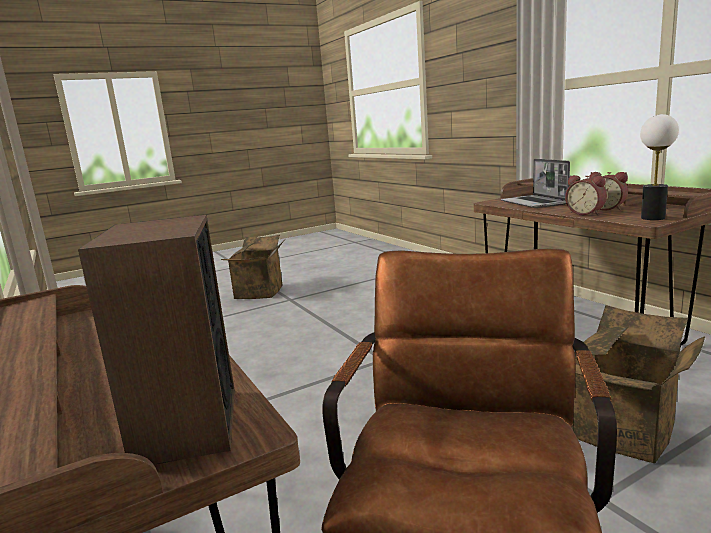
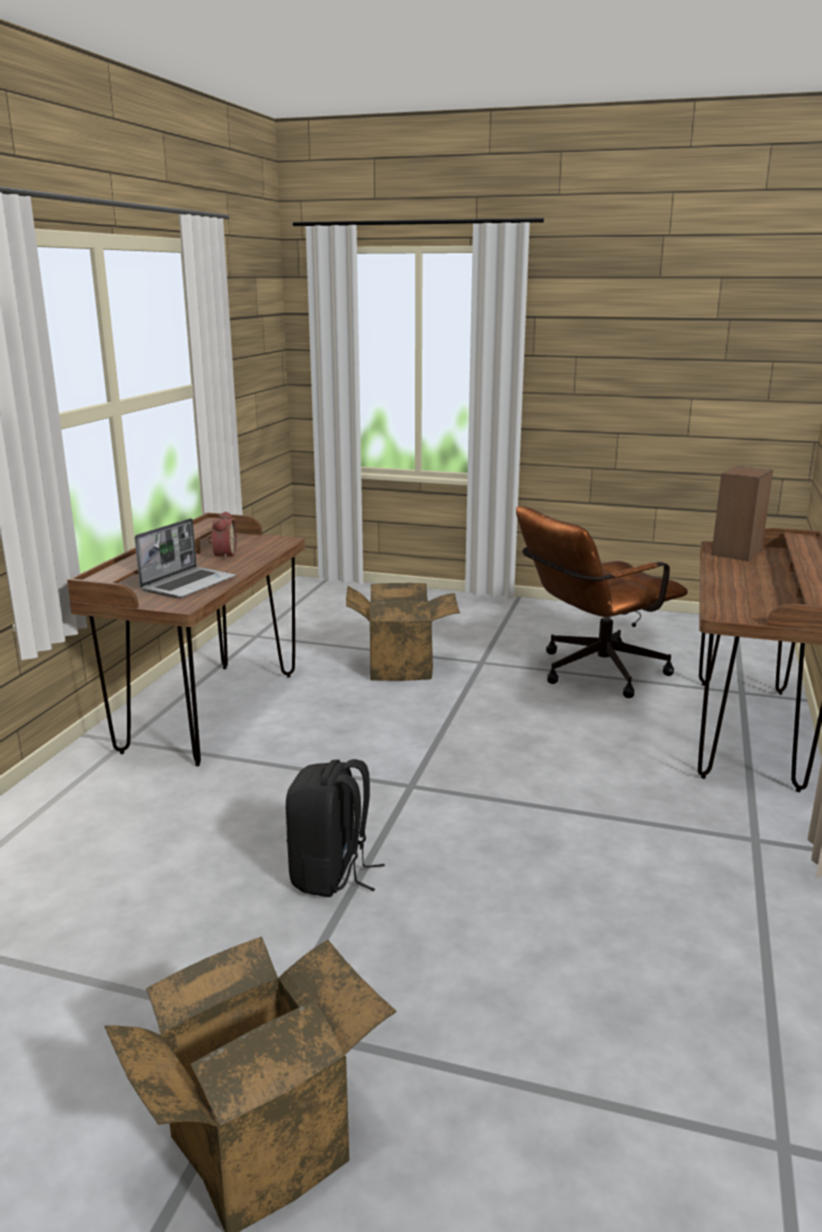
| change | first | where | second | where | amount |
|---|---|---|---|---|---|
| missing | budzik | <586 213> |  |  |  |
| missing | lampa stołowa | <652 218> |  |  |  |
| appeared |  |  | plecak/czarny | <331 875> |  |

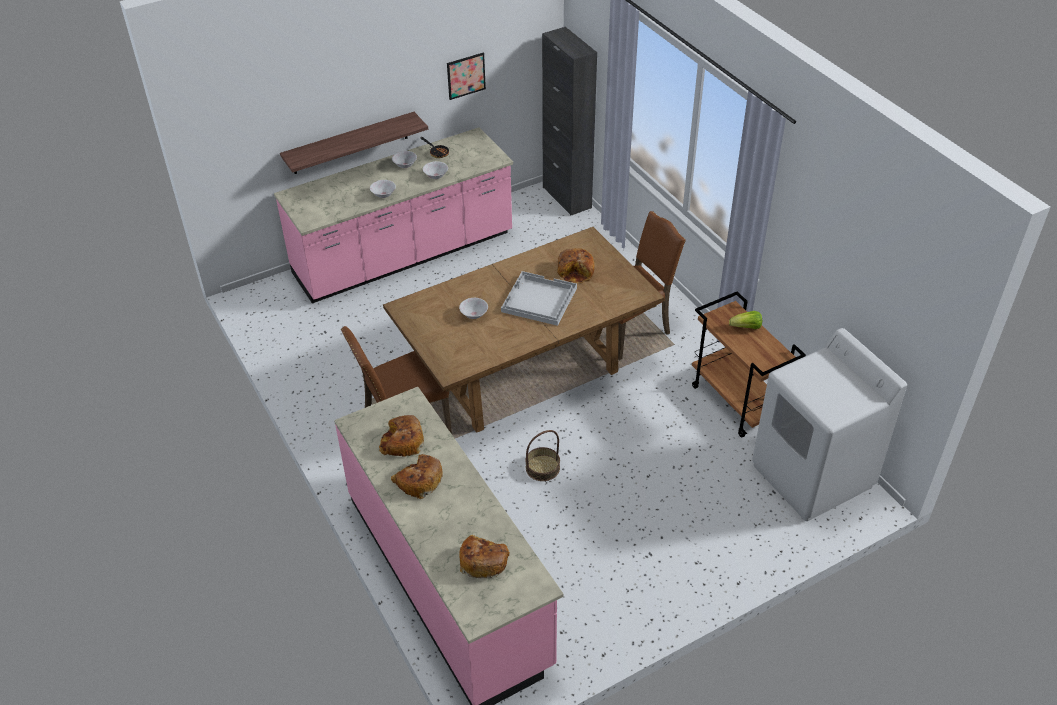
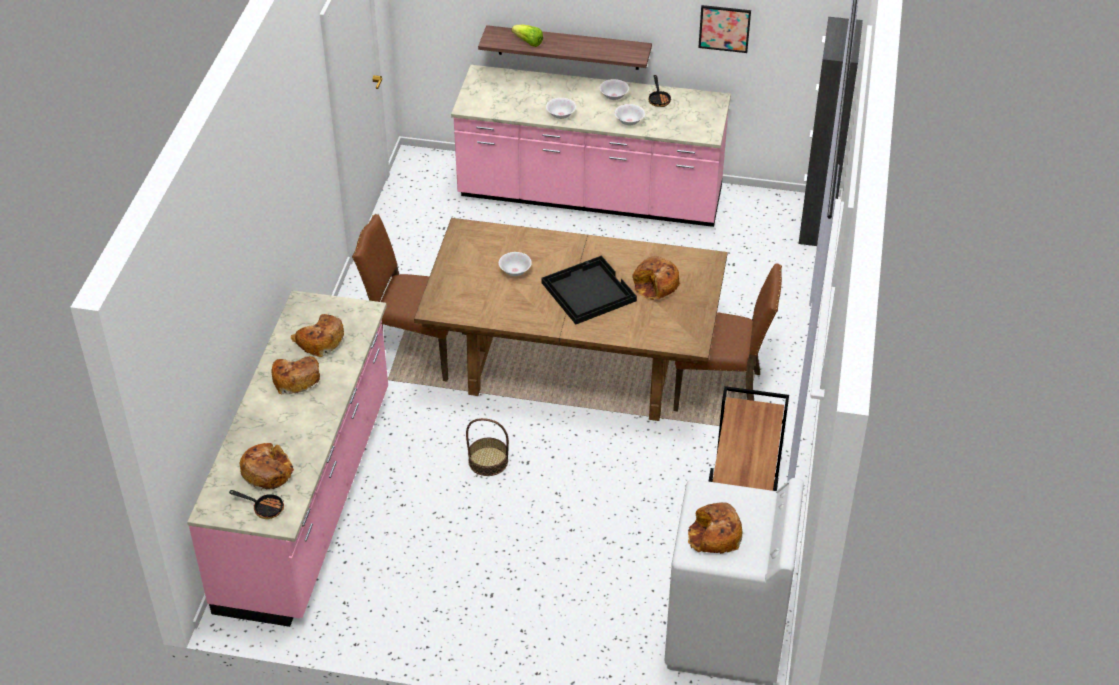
| change | first | where | second | where | amount |
|---|---|---|---|---|---|
| colour | taca/biały | <538 300> | taca/czarny | <587 291> |  |
| relocated | sałata | <746 327> |  | <528 42> |  |
| appeared |  |  | patelnia | <264 508> |  |
| appeared |  |  | chleb | <714 535> |  |

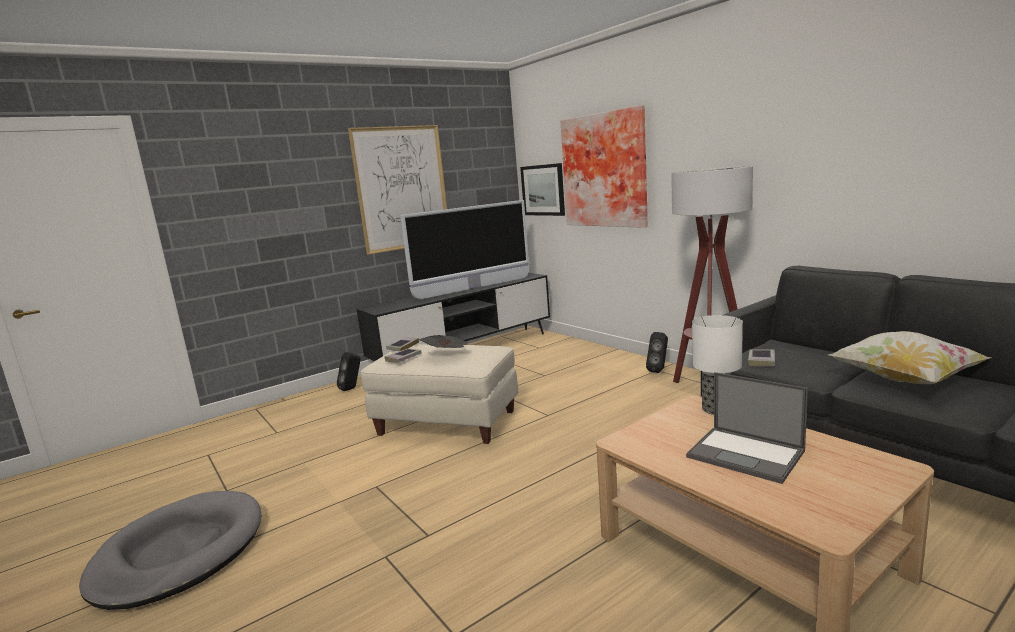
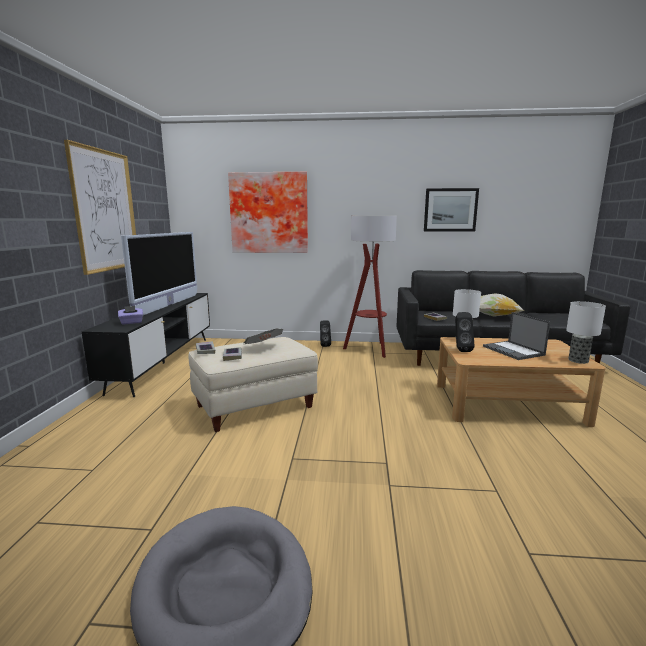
| change | first | where | second | where | amount |
|---|---|---|---|---|---|
| relocated | głośnik/czarny | <352 388> |  | <460 350> |  |
| relocated | obraz | <543 190> |  | <450 210> |  |
| spun | laptop | <747 454> |  | <514 351> | 75 degrees clockwise |
| appeared |  |  | pudełko chusteczek/fioletowy | <131 322> |  |
| appeared |  |  | lampa stołowa | <579 360> |  |

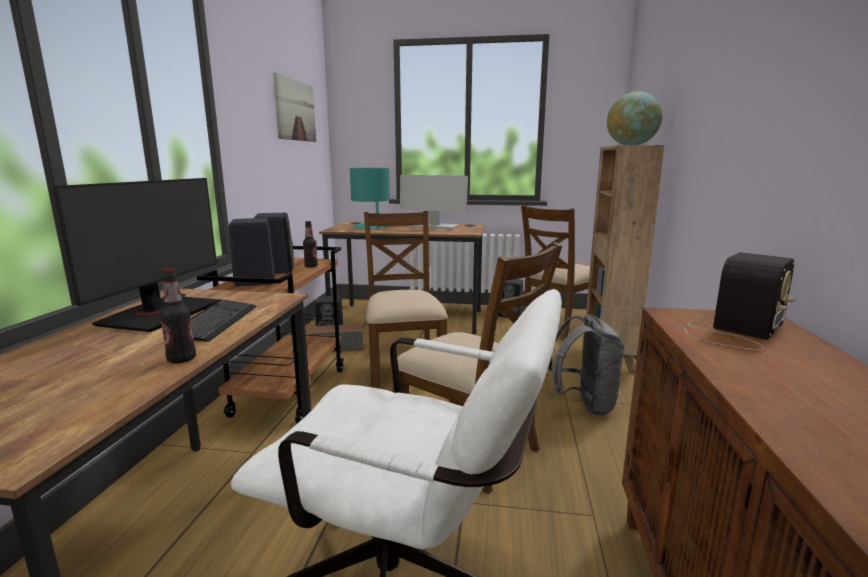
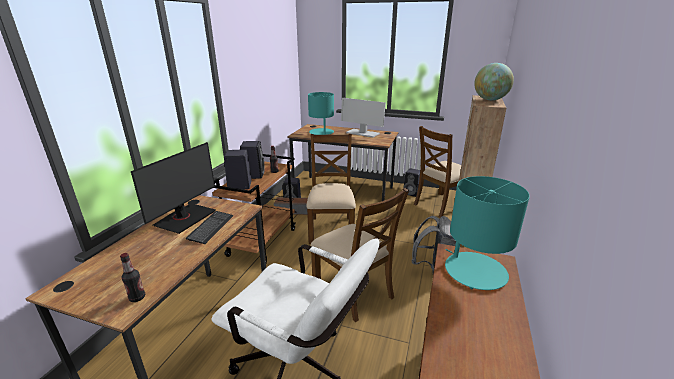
| change | first | where | second | where | amount |
|---|---|---|---|---|---|
| relocated | butelka | <181 359> |  | <137 298> |  |
| missing | obraz | <295 110> |  |  |  |
| exchanged | radio | <734 330> | lampa stołowa/turkusowy | <474 271> |  |

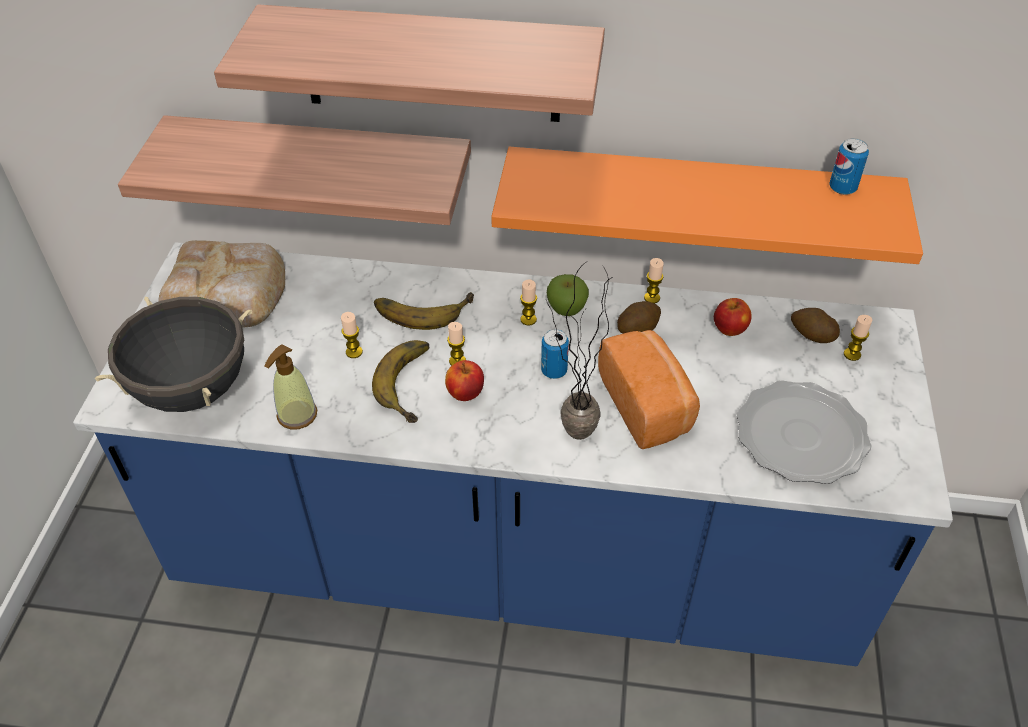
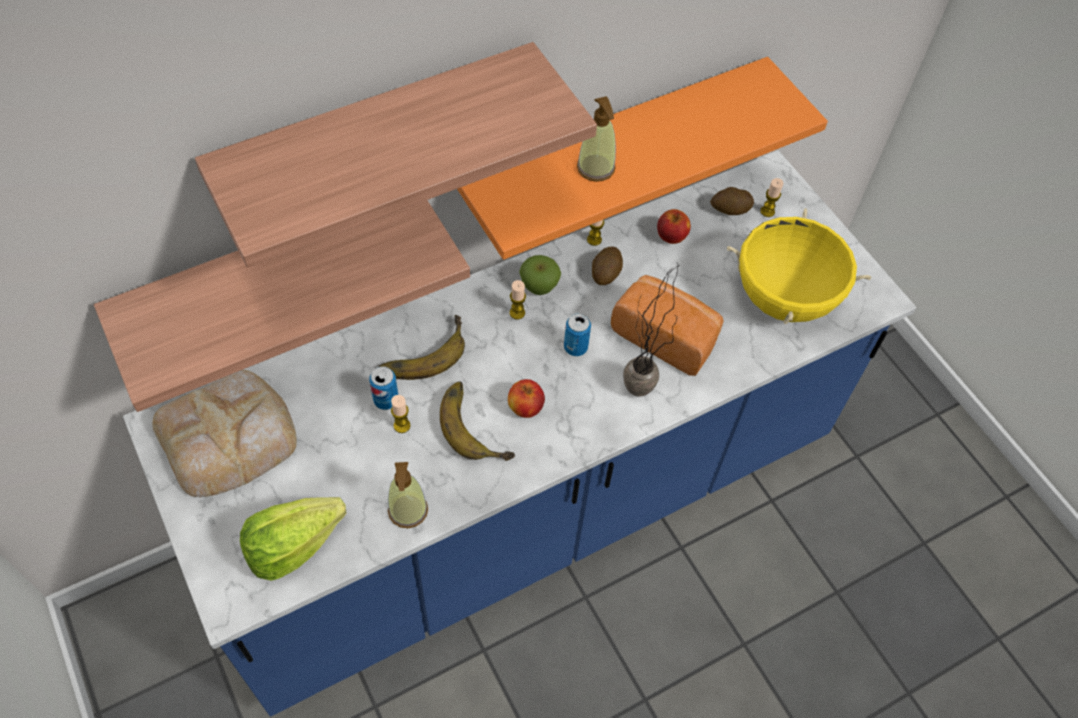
| change | first | where | second | where | amount |
|---|---|---|---|---|---|
| exchanged | garnek/czarny | <192 389> | sałata | <293 546> |  |
| missing | świeca | <457 361> |  |  |  |
| exchanged | talerz | <800 435> | garnek/żółty | <783 298> |  |
| relocated | puszka | <842 188> |  | <386 400> |  |
| appeared |  |  | dozownik mydła | <596 168> |  |

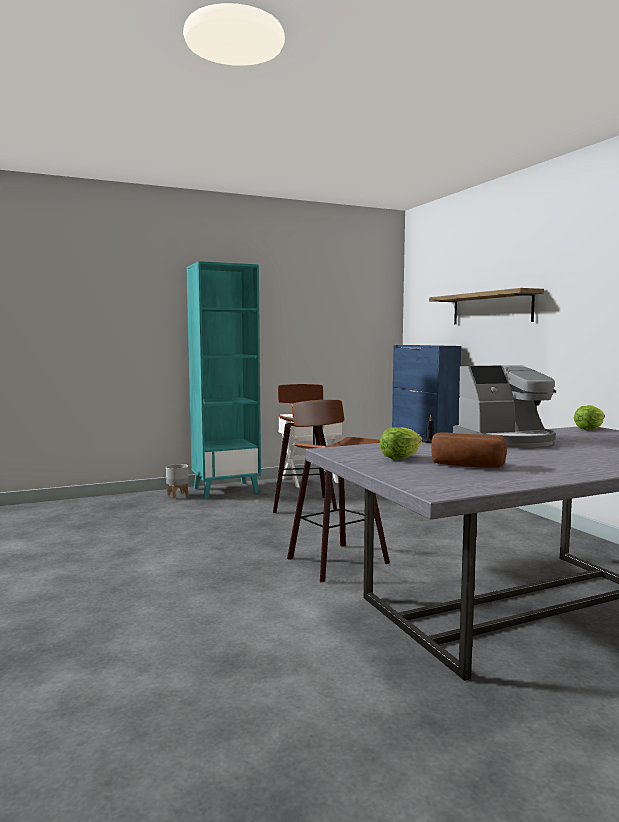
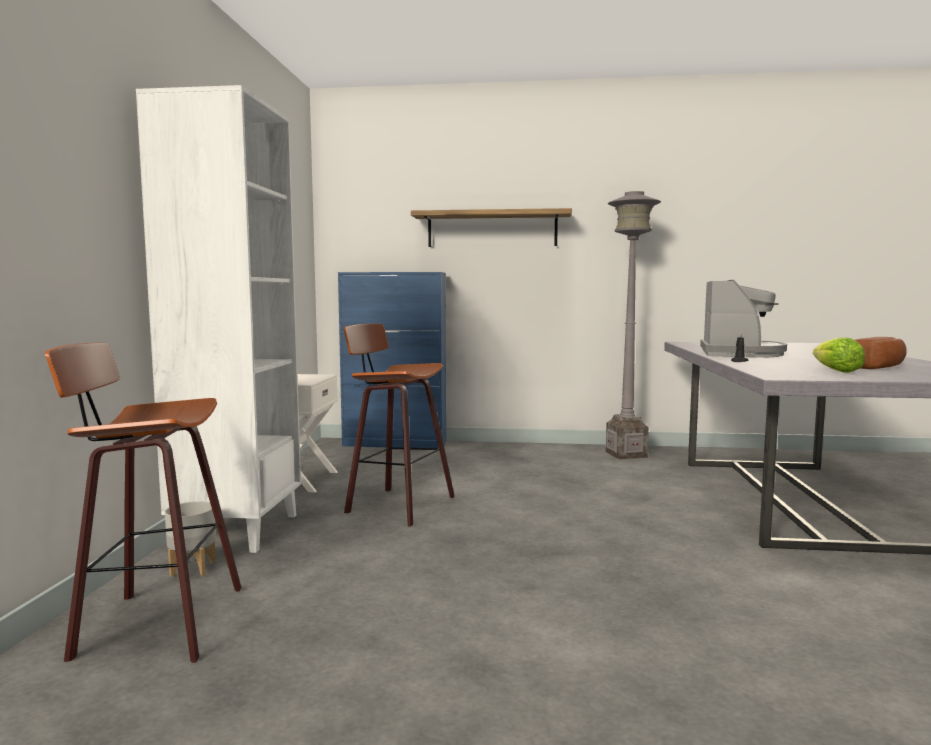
| change | first | where | second | where | amount |
|---|---|---|---|---|---|
| colour | regał/turkusowy | <226 490> | regał/biały | <237 530> |  |
| relocated | stołek | <333 560> |  | <154 623> |  |
| missing | sałata | <589 429> |  |  |  |
| appeared |  |  | lampa stojąca/szary | <626 454> |  |

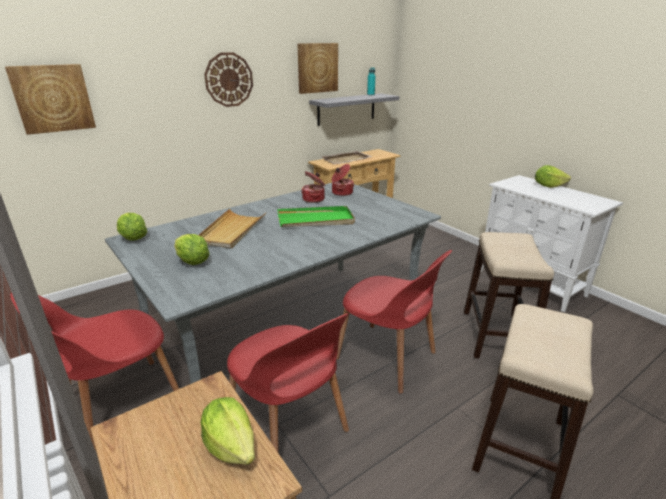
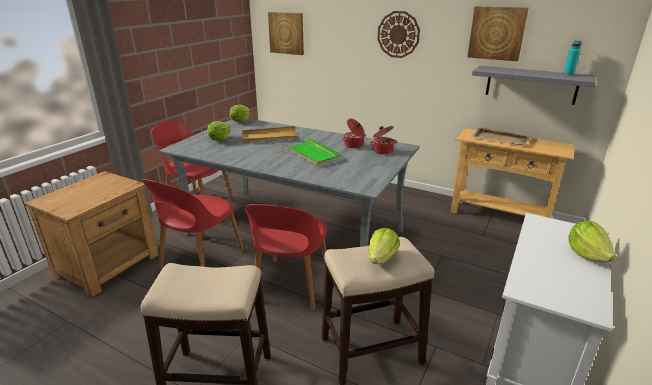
| change | first | where | second | where | amount |
|---|---|---|---|---|---|
| relocated | sałata | <231 445> |  | <382 258> |  |

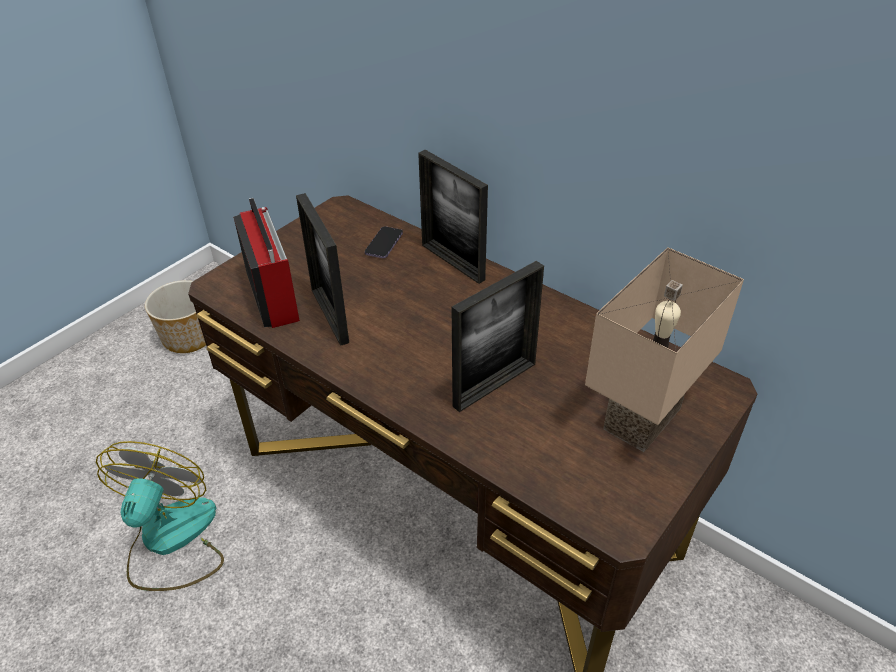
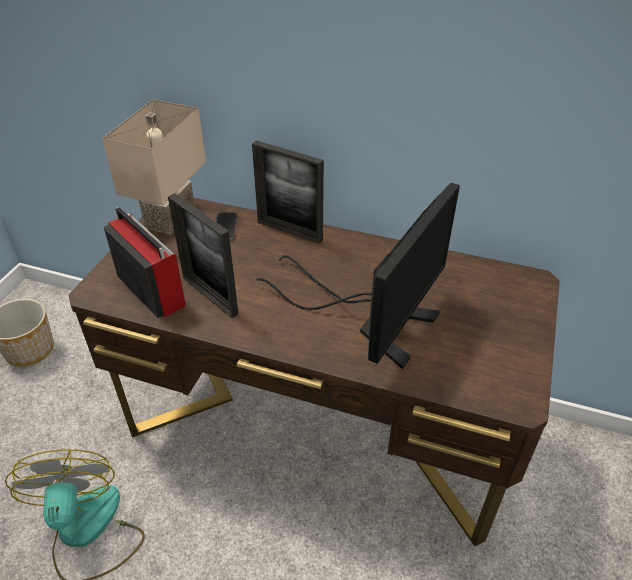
| change | first | where | second | where | amount |
|---|---|---|---|---|---|
| exchanged | ramka na zdjęcie | <494 384> | monitor | <372 319> |  |
| relocated | lampa stołowa/beżowy | <639 416> |  | <168 217> |  |

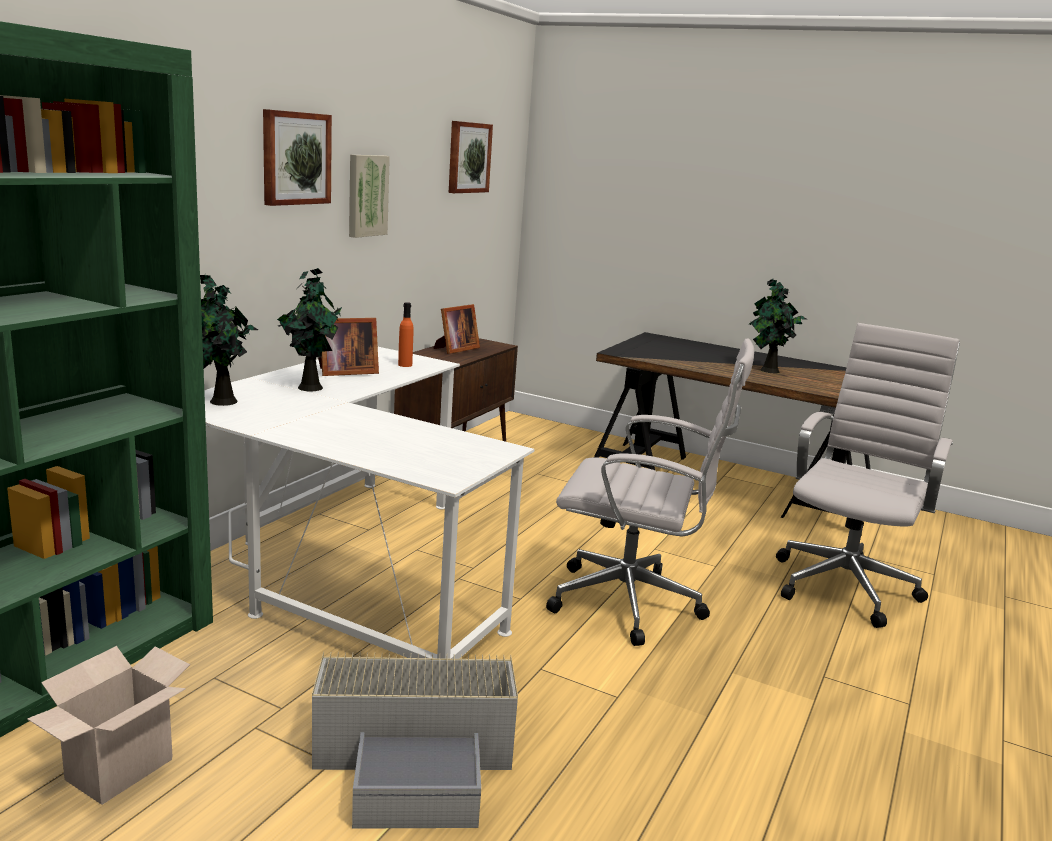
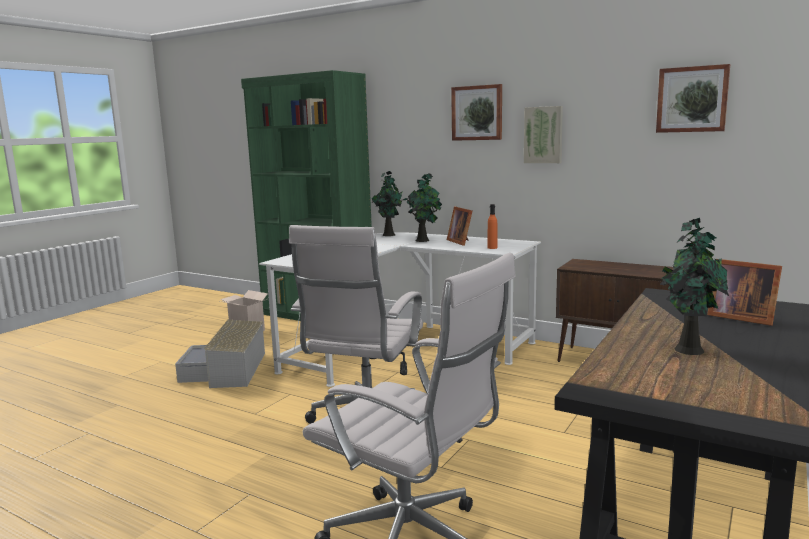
| change | first | where | second | where | amount |
|---|---|---|---|---|---|
| relocated | ramka na zdjęcie | <455 349> |  | <739 317> |  |

